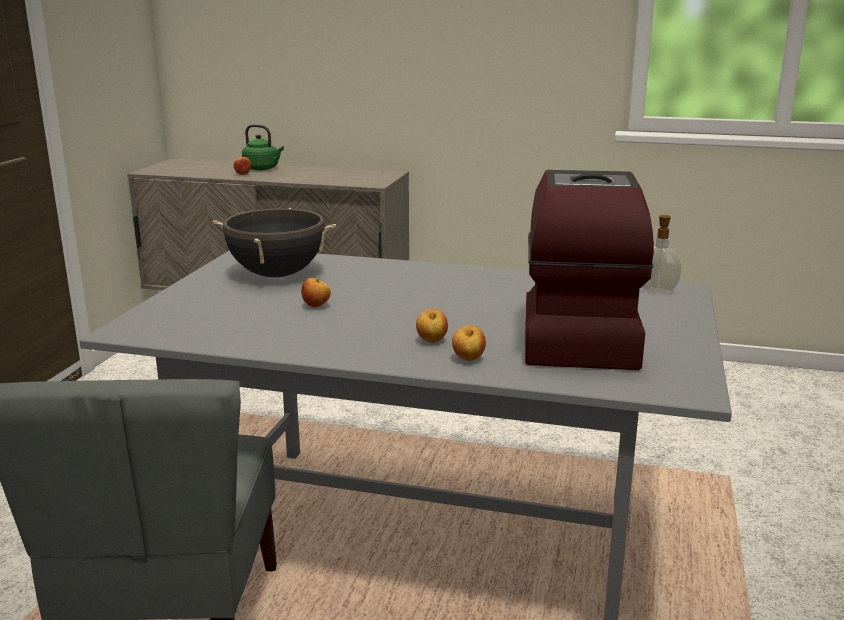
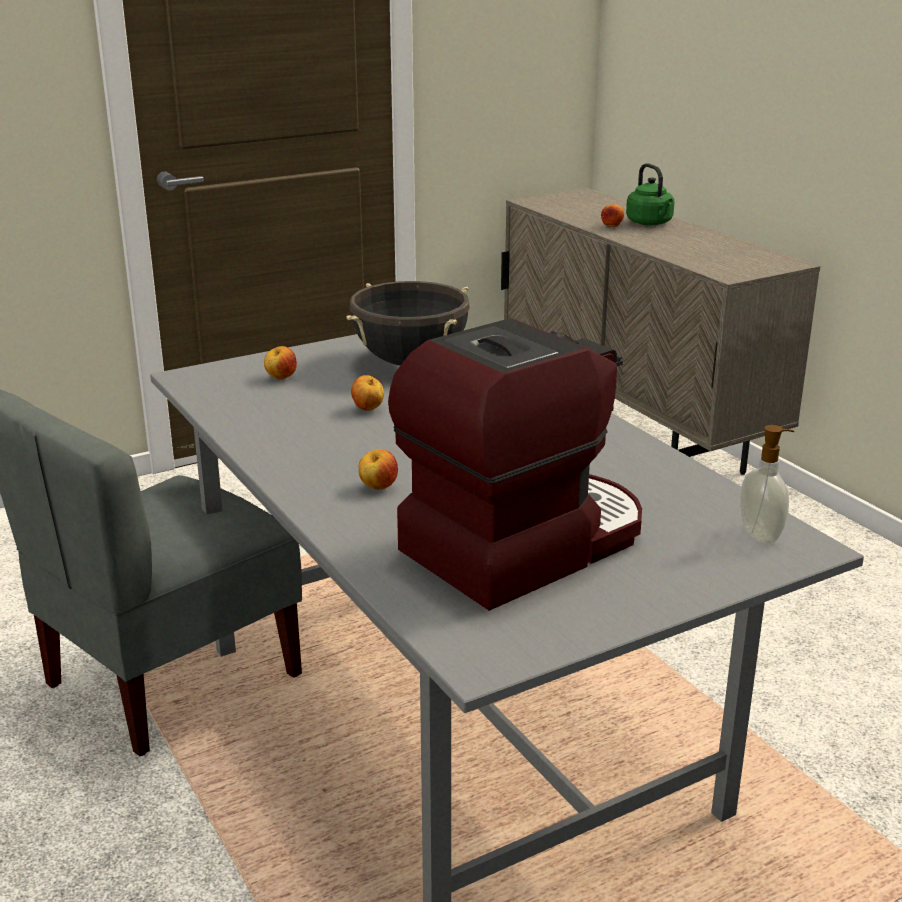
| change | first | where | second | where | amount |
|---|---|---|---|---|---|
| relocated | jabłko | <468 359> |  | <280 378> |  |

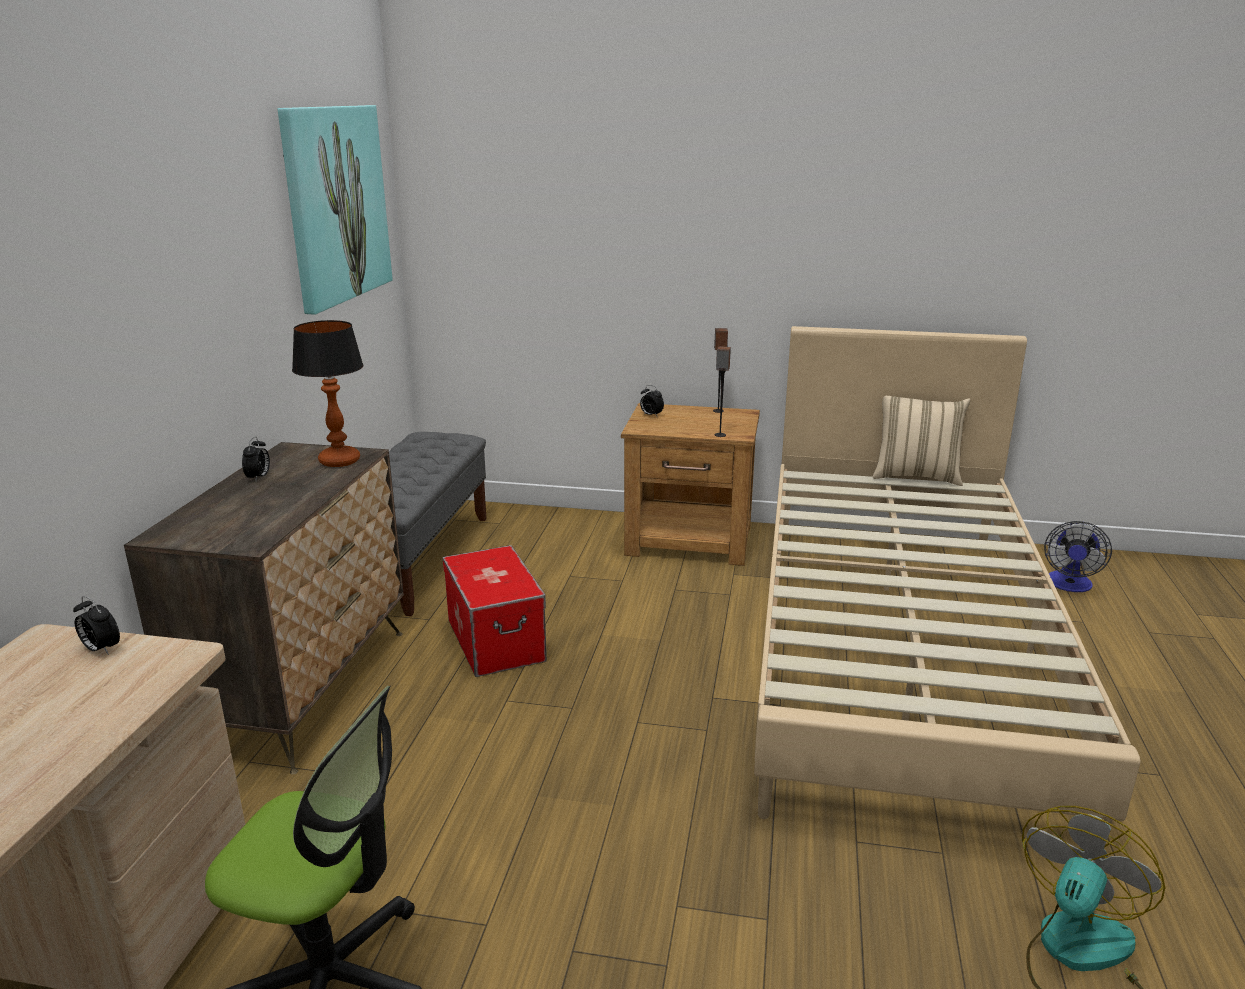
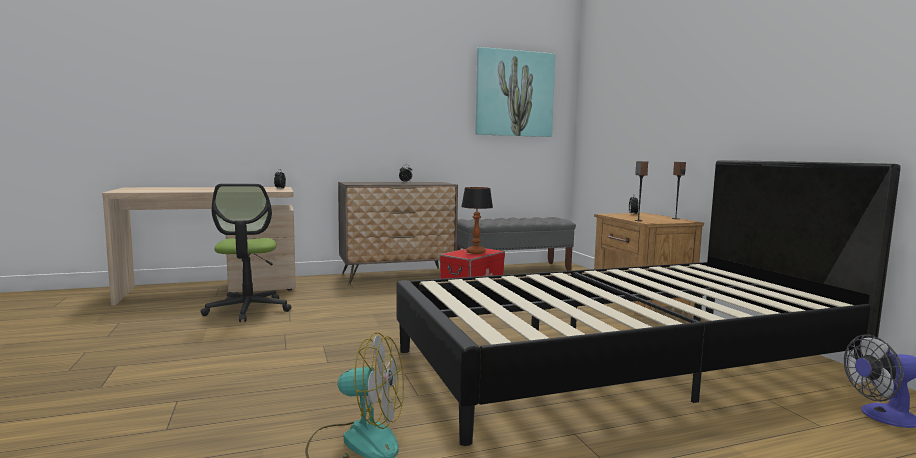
| change | first | where | second | where | amount |
|---|---|---|---|---|---|
| relocated | lampa stołowa | <340 461> |  | <475 252> |  |
| colour | łóżko/beżowy | <898 649> | łóżko/czarny | <624 363> |  |
| missing | poduszka/beżowy | <916 476> |  |  |  |

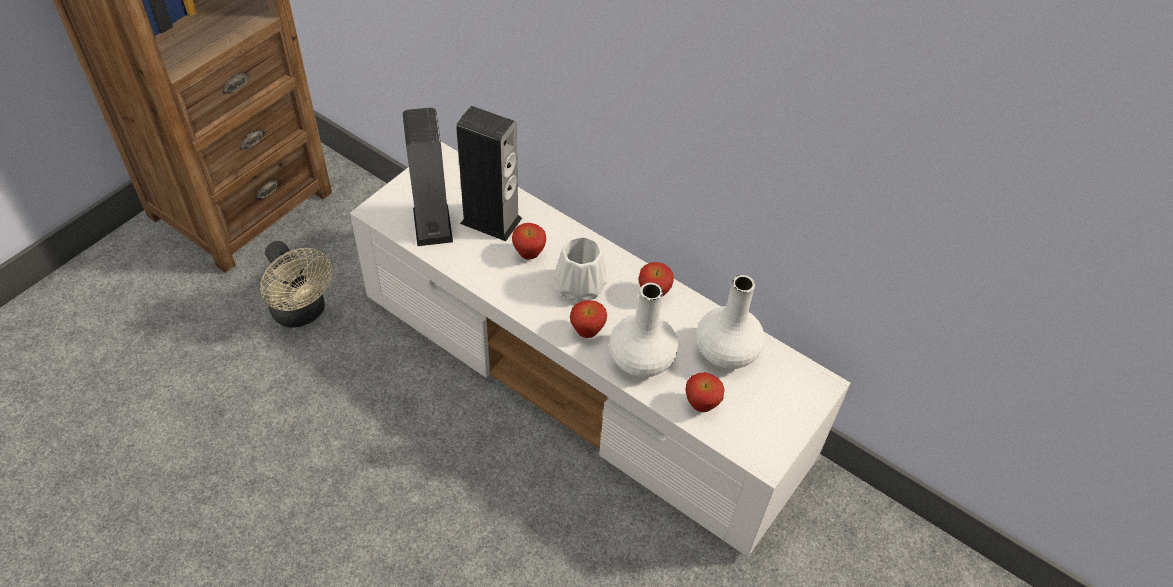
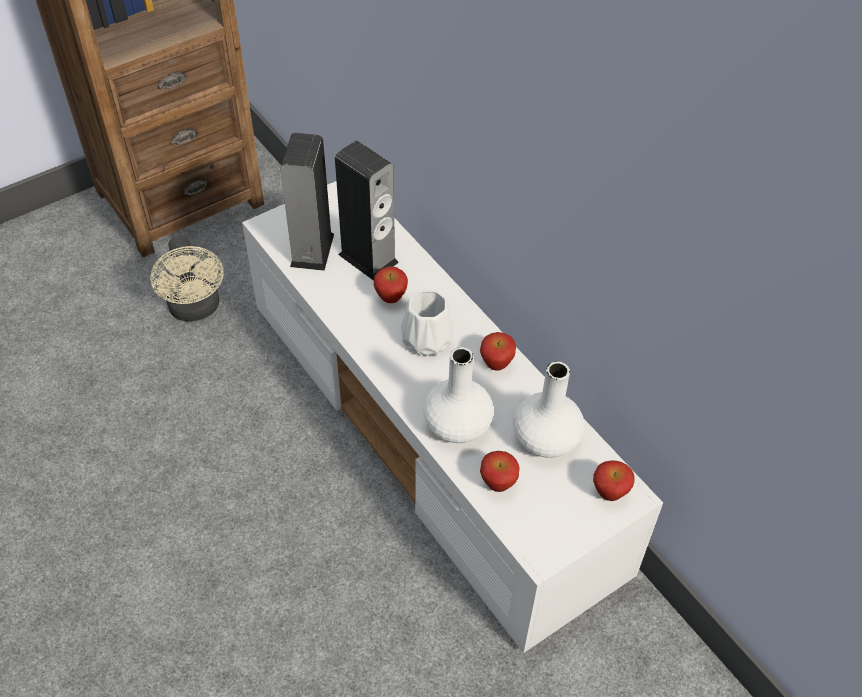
| change | first | where | second | where | amount |
|---|---|---|---|---|---|
| relocated | jabłko | <587 332> |  | <609 493> |  |

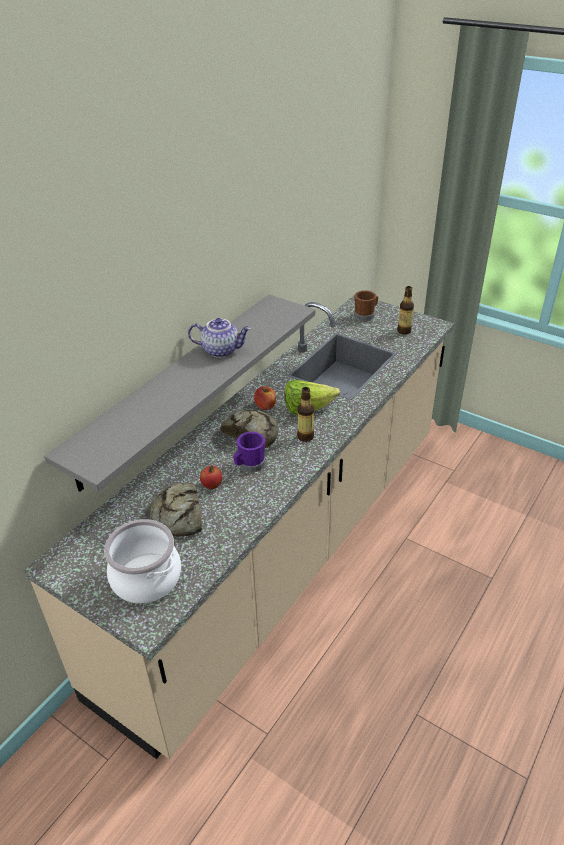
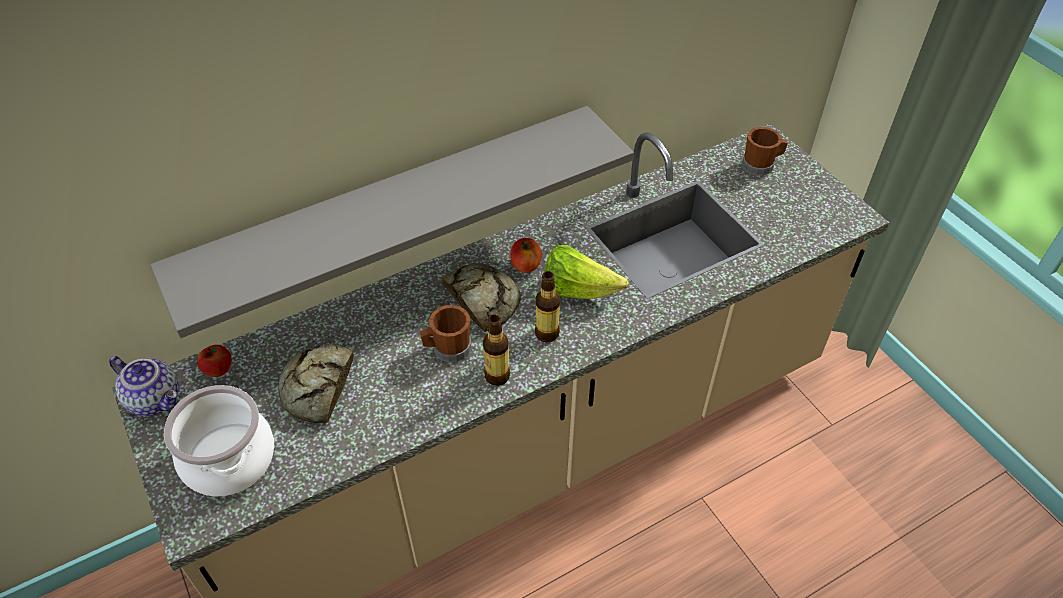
| change | first | where | second | where | amount |
|---|---|---|---|---|---|
| relocated | imbryk | <221 350> |  | <156 398> |  |
| relocated | jabłko | <212 485> |  | <219 370> |  |
| colour | kubek/fioletowy | <249 465> | kubek/brązowy | <447 349> |  |
| relocated | butelka | <404 331> |  | <497 376> |  |

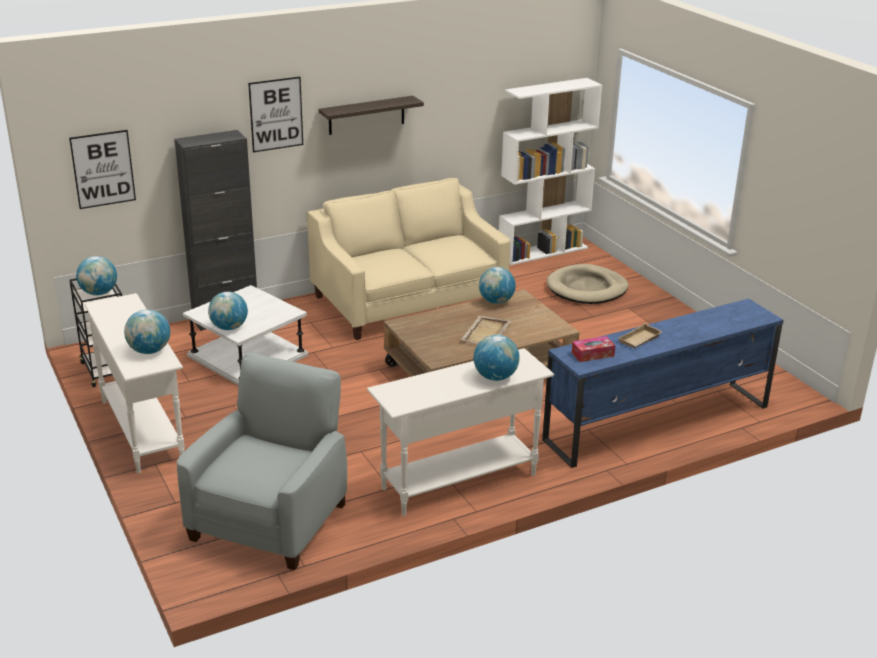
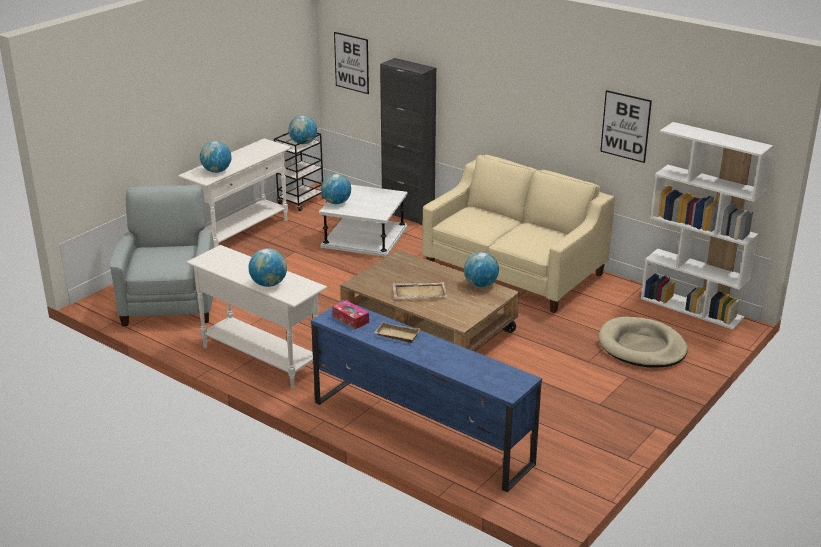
| change | first | where | second | where | amount |
|---|---|---|---|---|---|
| spun | fotel/szary | <270 520> |  | <170 303> | 90 degrees counterclockwise |
| relocated | obraz | <276 114> |  | <625 126> |  |
| missing | półka | <366 115> |  |  |  |

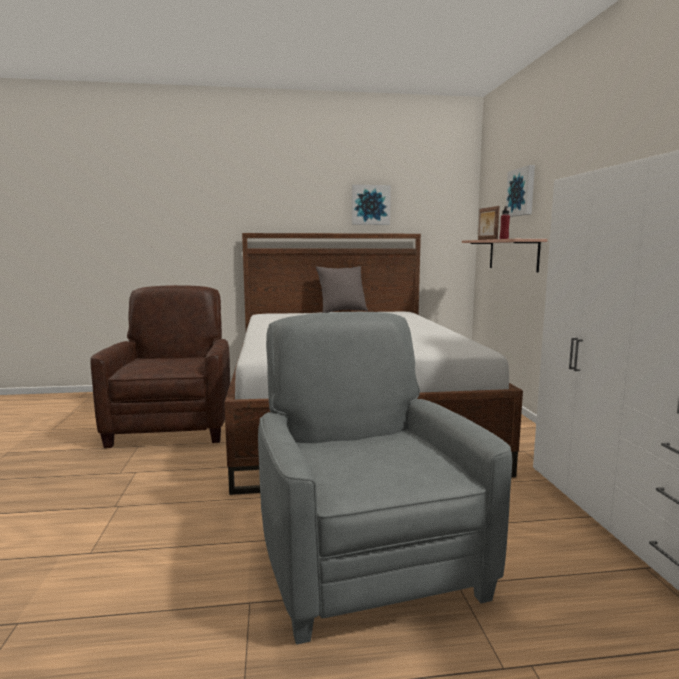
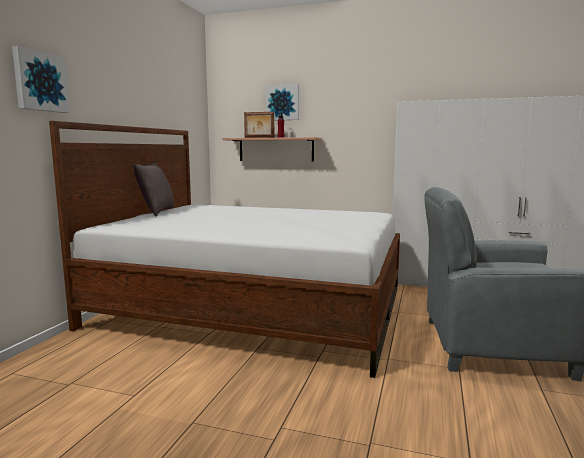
| change | first | where | second | where | amount |
|---|---|---|---|---|---|
| missing | fotel/brązowy | <173 426> |  |  |  |
| relocated | obraz | <370 205> |  | <40 82> |  |

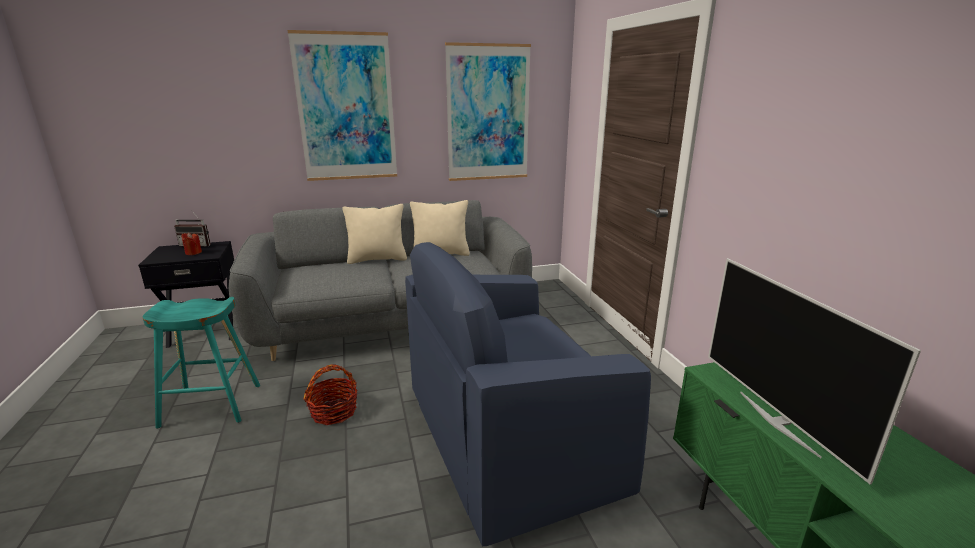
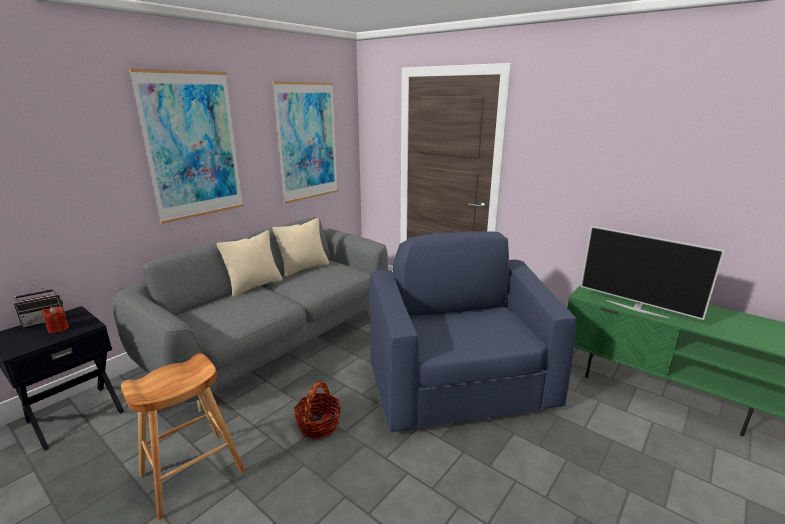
| change | first | where | second | where | amount |
|---|---|---|---|---|---|
| colour | stołek/turkusowy | <211 405> | stołek/brązowy | <193 473> |  |
| spun | fotel/niebieski | <509 439> |  | <460 387> | 135 degrees clockwise |

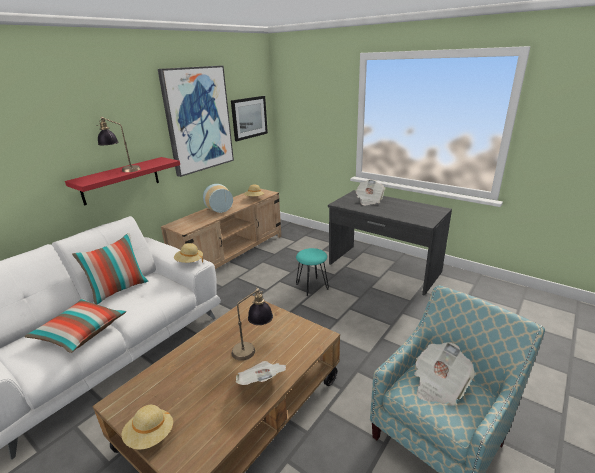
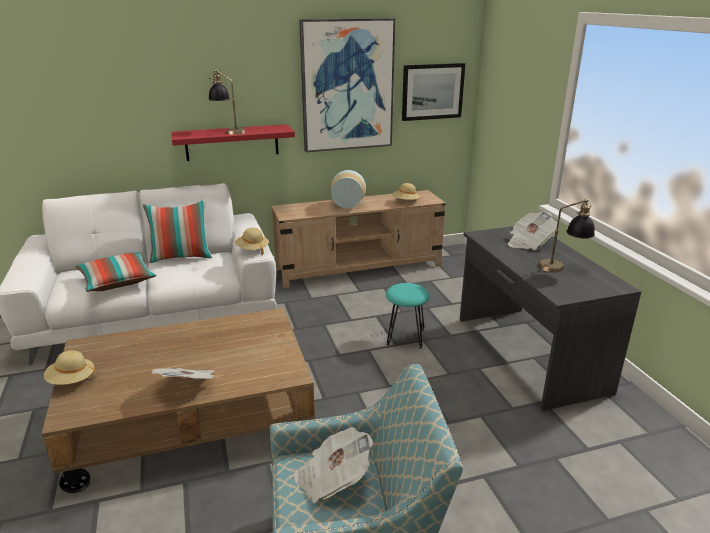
| change | first | where | second | where | amount |
|---|---|---|---|---|---|
| relocated | lampa stołowa | <253 349> |  | <562 268> |  |

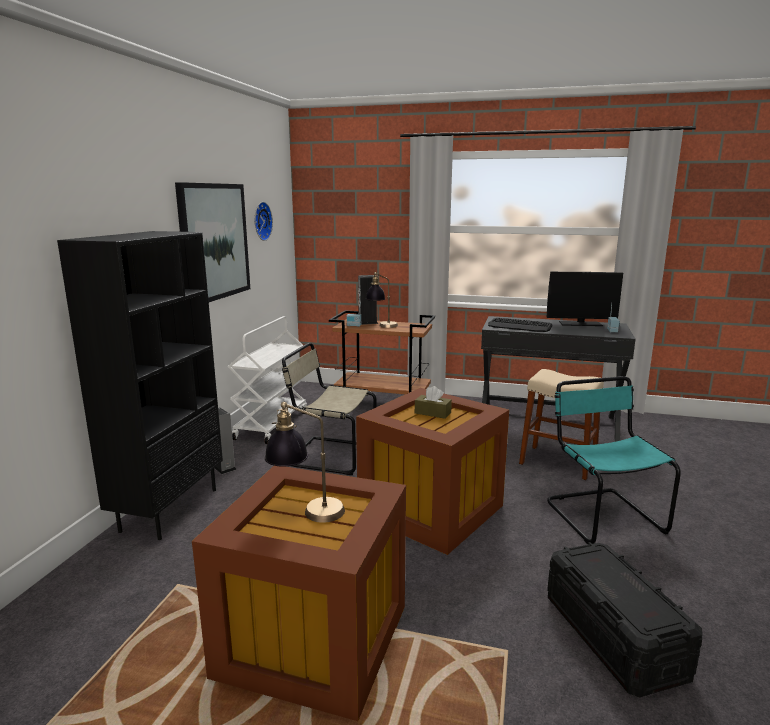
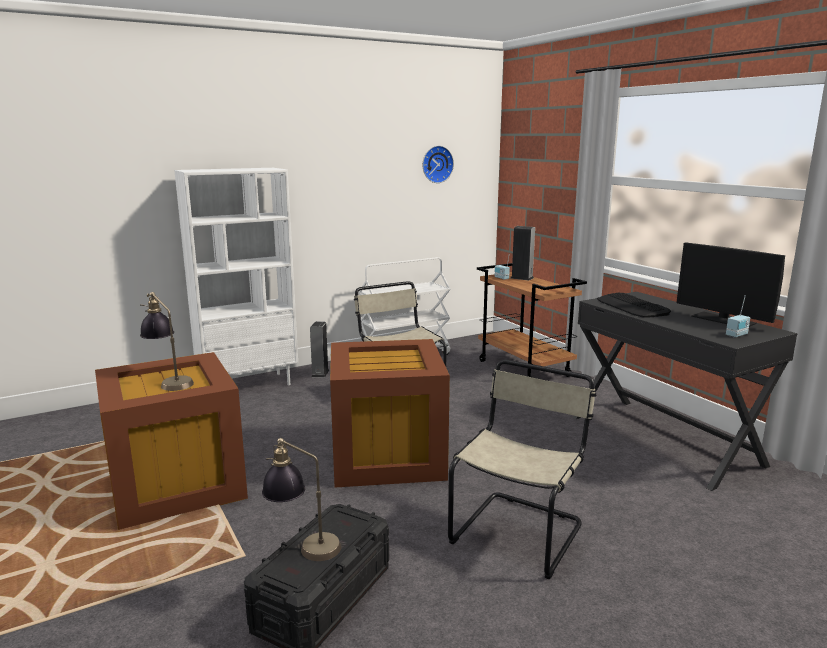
| change | first | where | second | where | amount |
|---|---|---|---|---|---|
| colour | regał/czarny | <169 509> | regał/biały | <249 385> |  |
| missing | obraz | <214 242> |  |  |  |
| relocated | lampa stołowa | <382 326> |  | <303 546> |  |
| missing | pudełko chusteczek/brązowy | <432 413> |  |  |  |
| missing | stołek/beżowy | <558 462> |  |  |  |
| colour | krzesło/turkusowy | <601 515> | krzesło/beżowy | <519 531> |  |

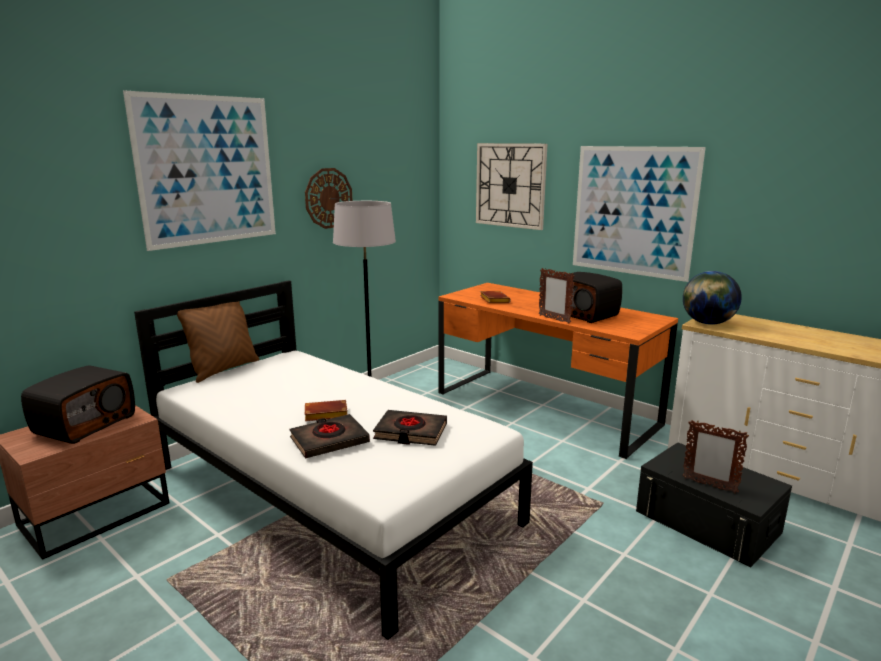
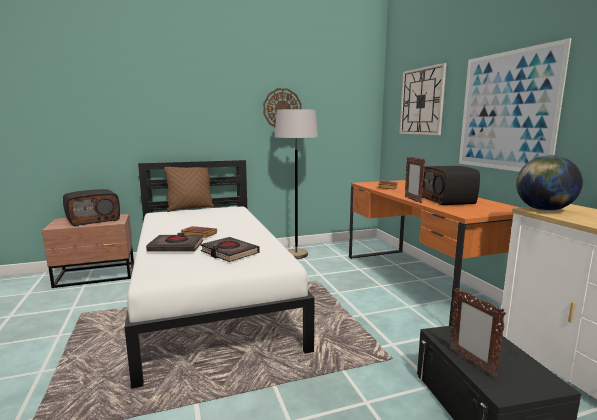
| change | first | where | second | where | amount |
|---|---|---|---|---|---|
| missing | obraz | <207 170> |  |  |  |

